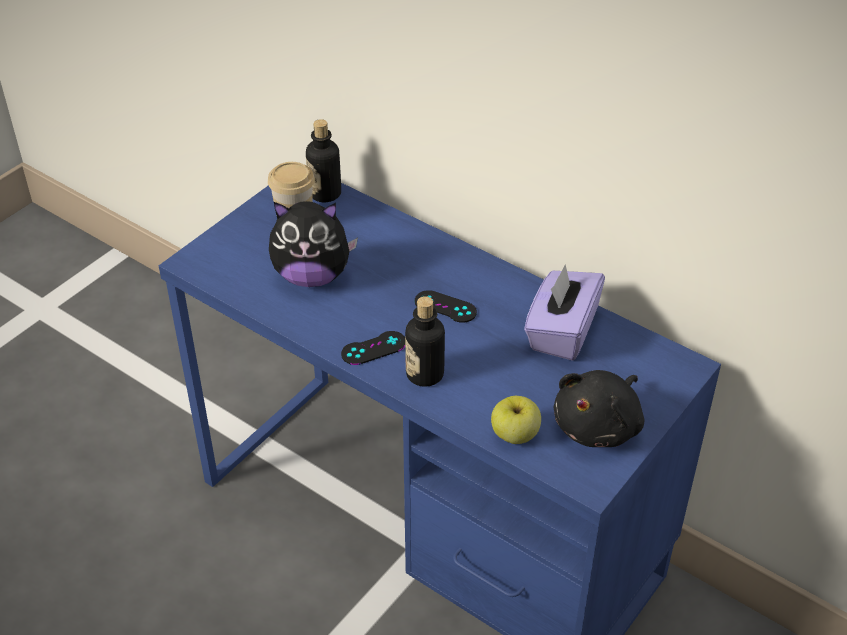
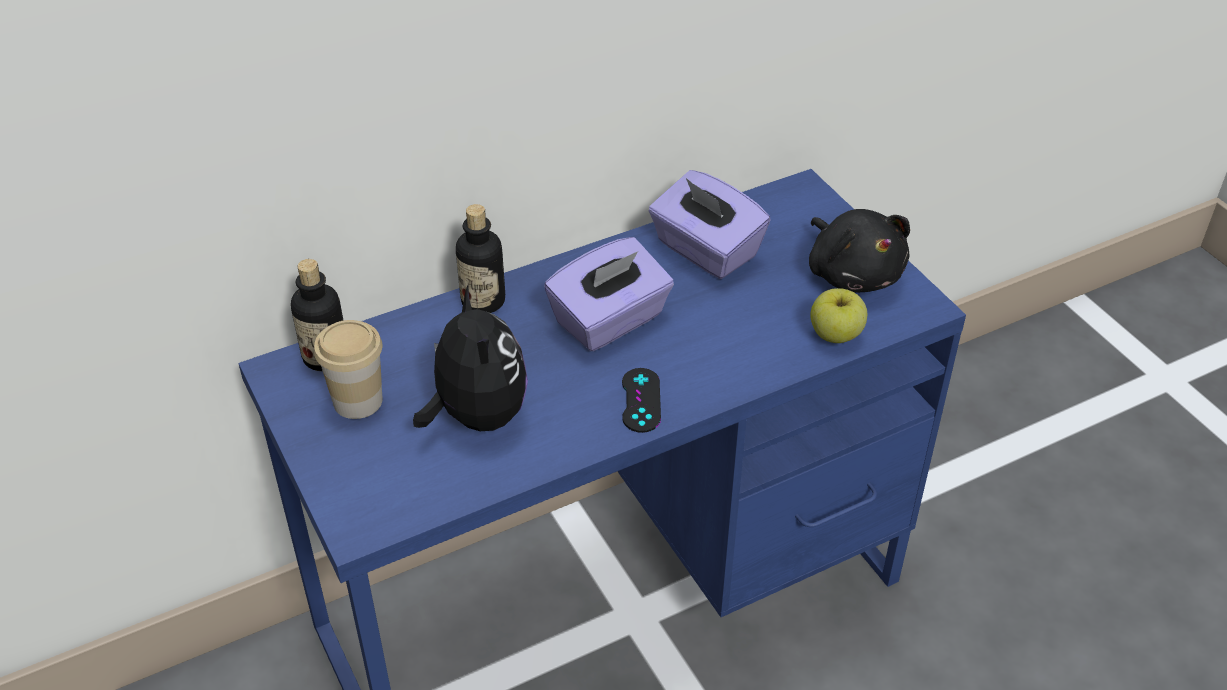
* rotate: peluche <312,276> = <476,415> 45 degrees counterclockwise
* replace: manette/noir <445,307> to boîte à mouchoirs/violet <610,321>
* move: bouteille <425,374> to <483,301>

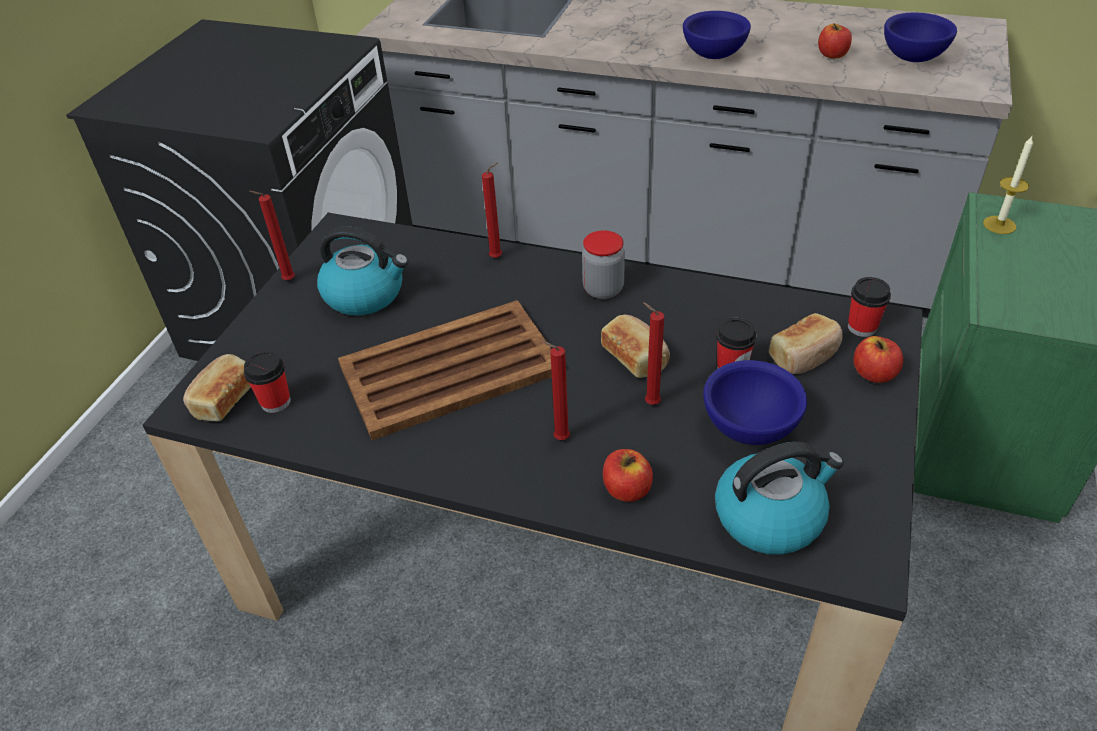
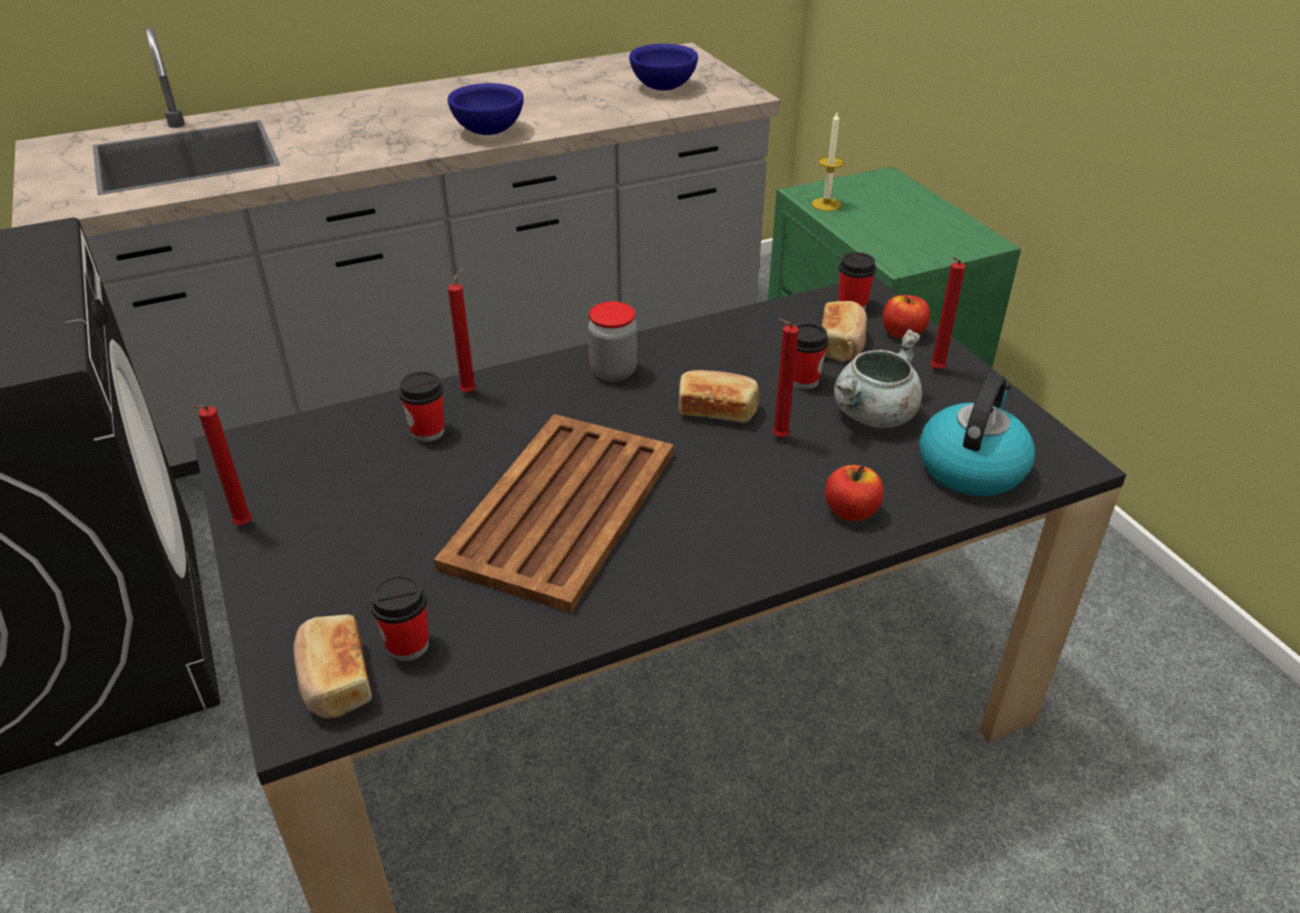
* delete: pomme <832,55>
* delete: bouilloire <365,294>
* move: bougie/rouge <559,438> to <935,370>
* replace: bol/bleu <748,428> to marmite/gris <874,415>
* insert: tasse <427,431>

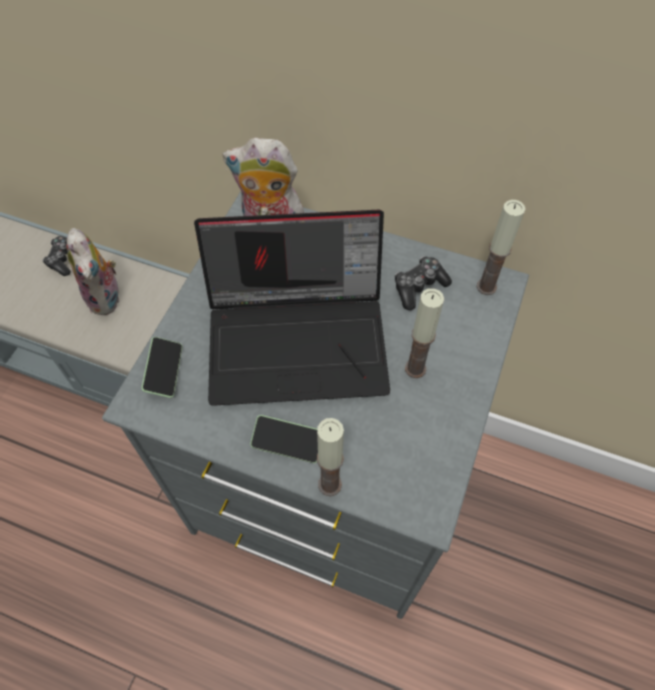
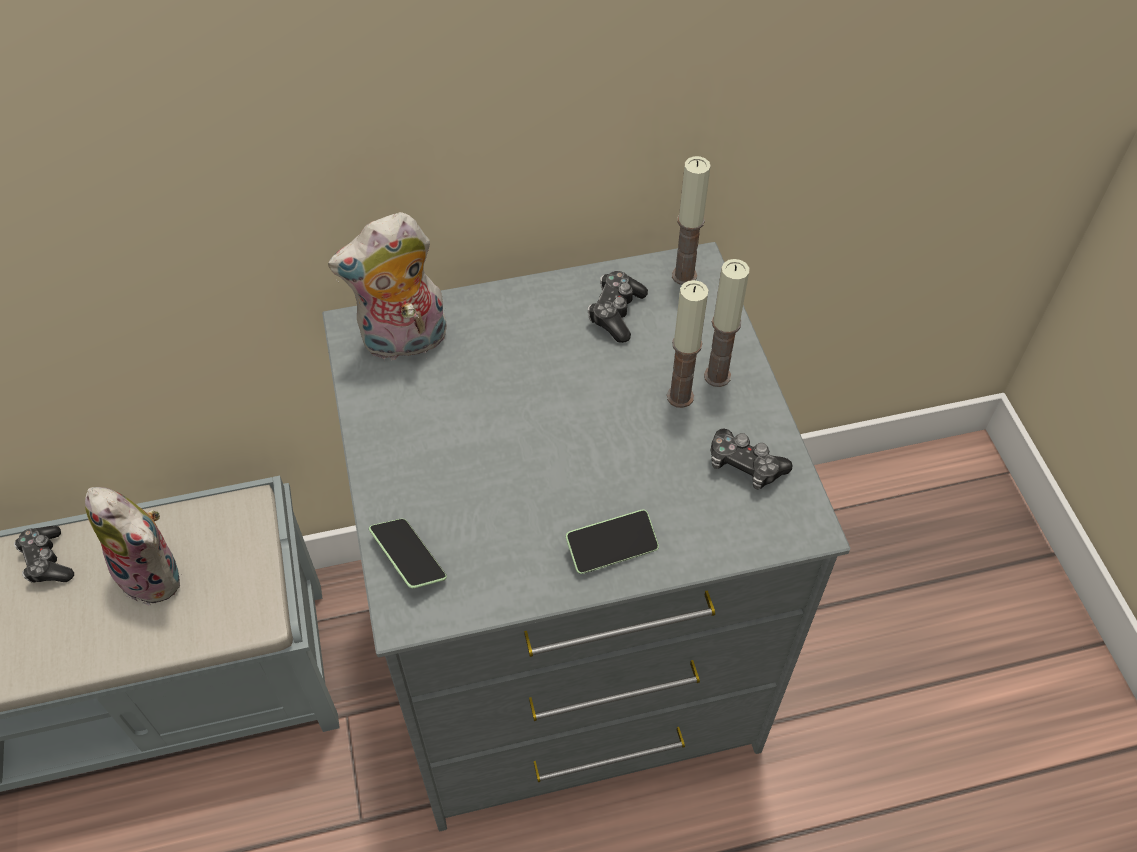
* delete: ordinateur portable <300,338>
* move: bougie <329,484> to <717,376>
* insert: manette <744,466>

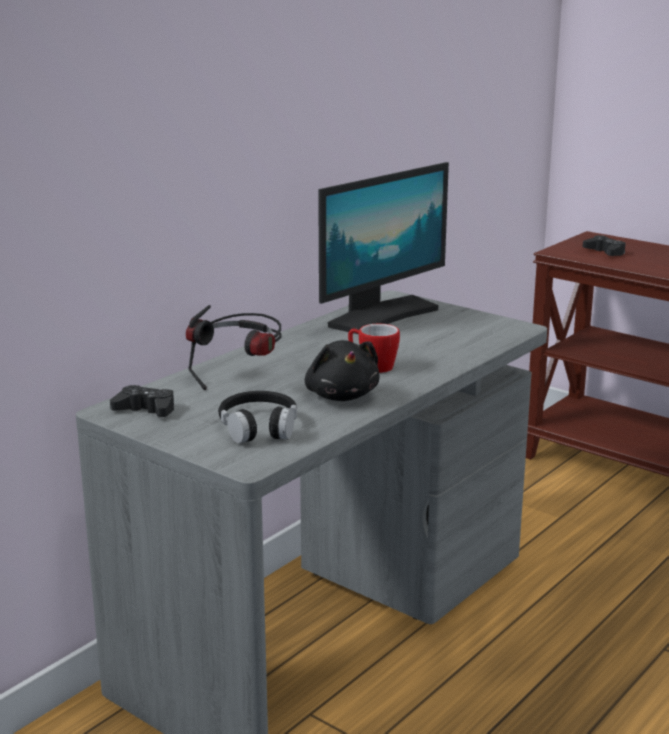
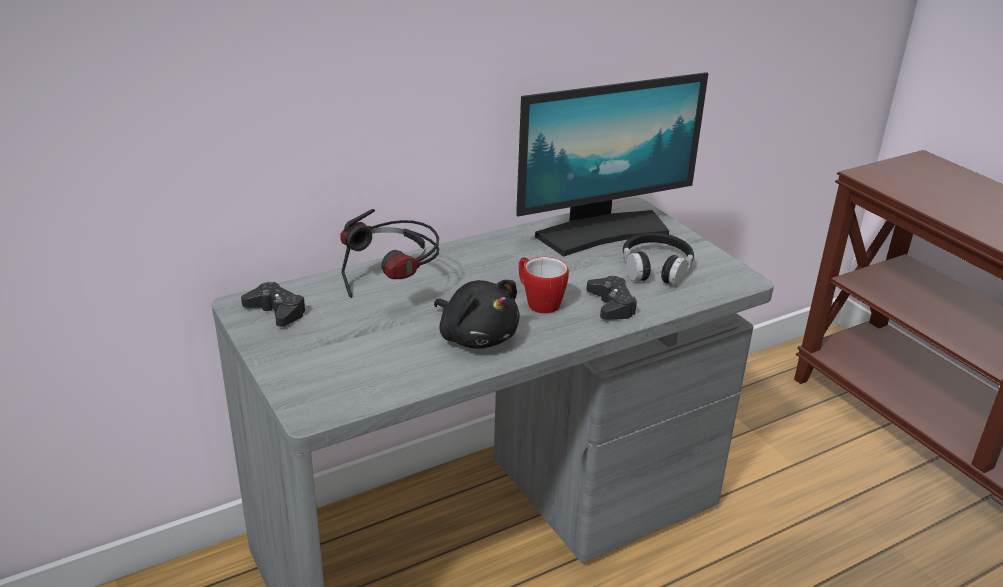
* move: manette/noir <605,252> to <611,305>
* rotate: peluche/noir <341,395> = <476,336> 45 degrees counterclockwise
* move: casque audio/noir <259,427> to <656,268>

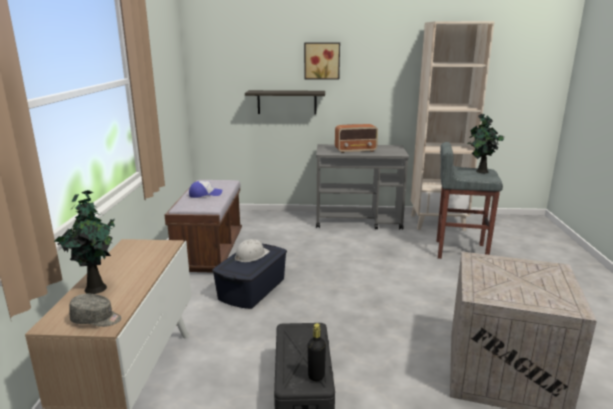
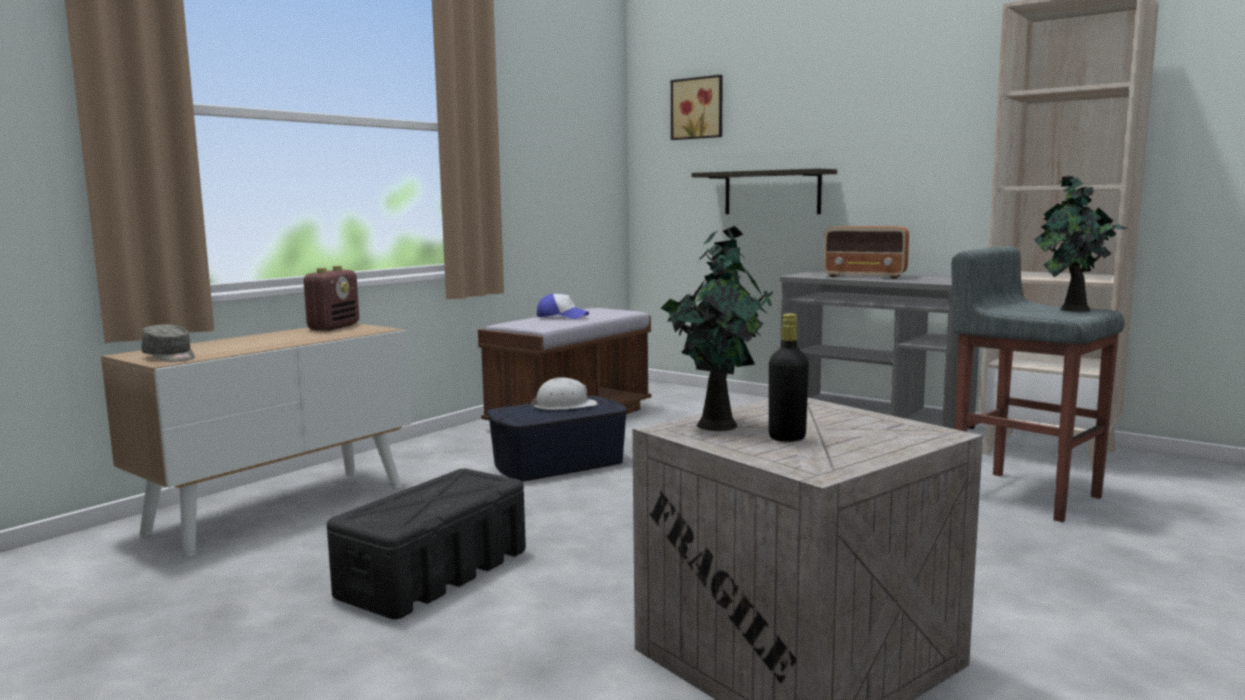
* move: tableau <322,61> to <698,108>
* move: plante en pot <95,287> to <717,424>
* move: bouteille/noir <316,376> to <787,438>
* insert: radio <334,327>

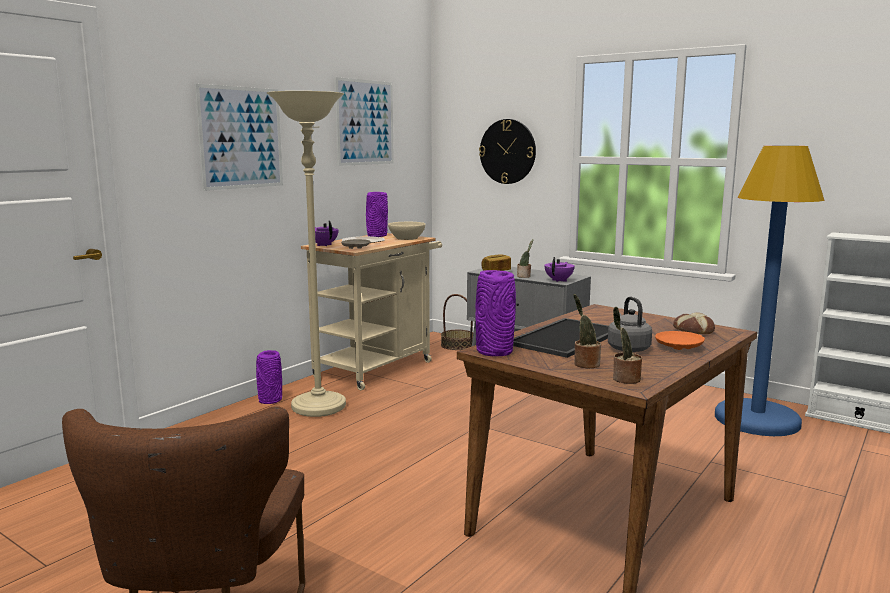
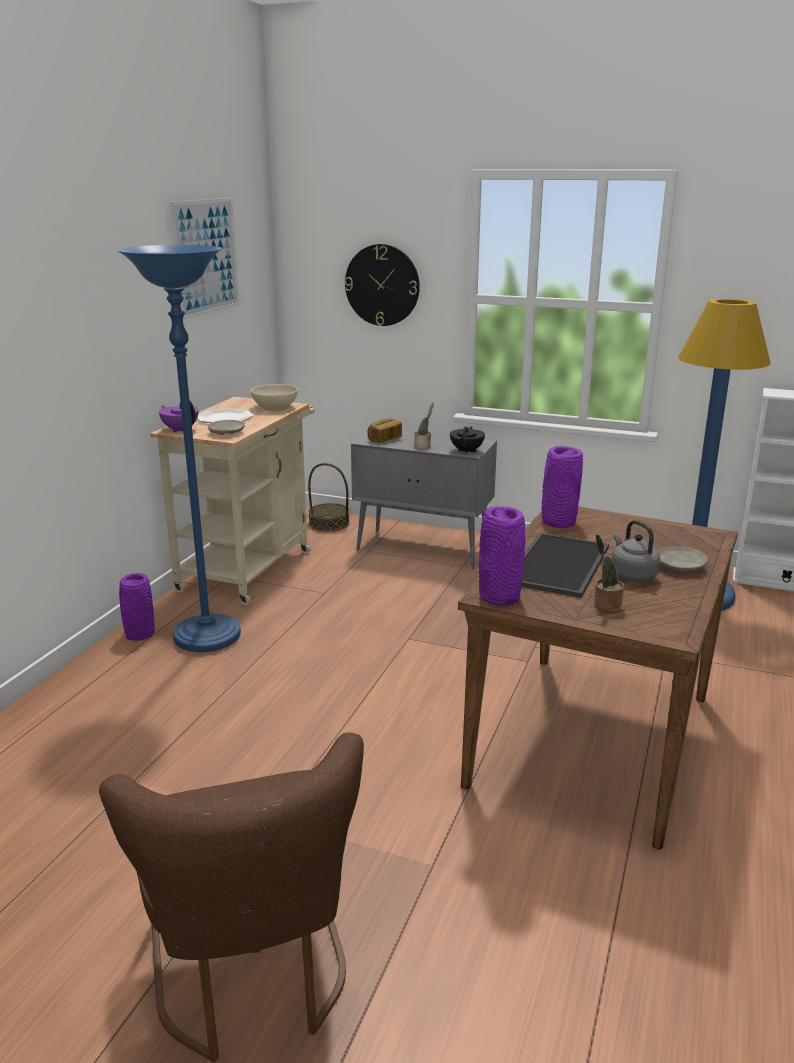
* delete: tableau <241,138>
* recolor: lampadaire/beige <319,407> to lampadaire/bleu <207,637>
* move: vase/violet <376,236> to <557,522>
* recolor: théière/violet <559,280> to théière/noir <467,451>
* delete: plante en pot <624,379>
* delete: pain <692,330>
* recolor: assiette/orange <678,347> to assiette/beige <679,566>

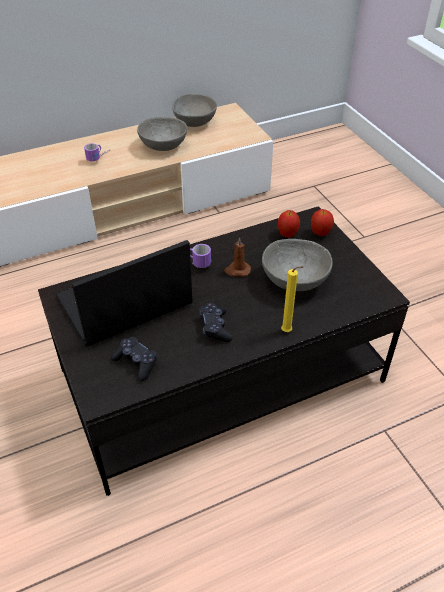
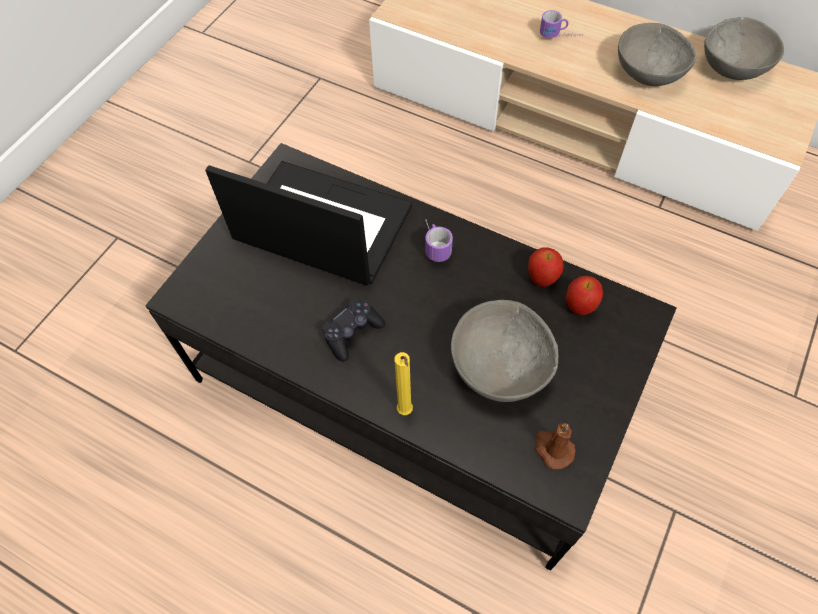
* move: pomme <320,234> to <542,279>
* move: bougie/marron <237,270> to <552,448>
* delete: manette/noir <136,362>

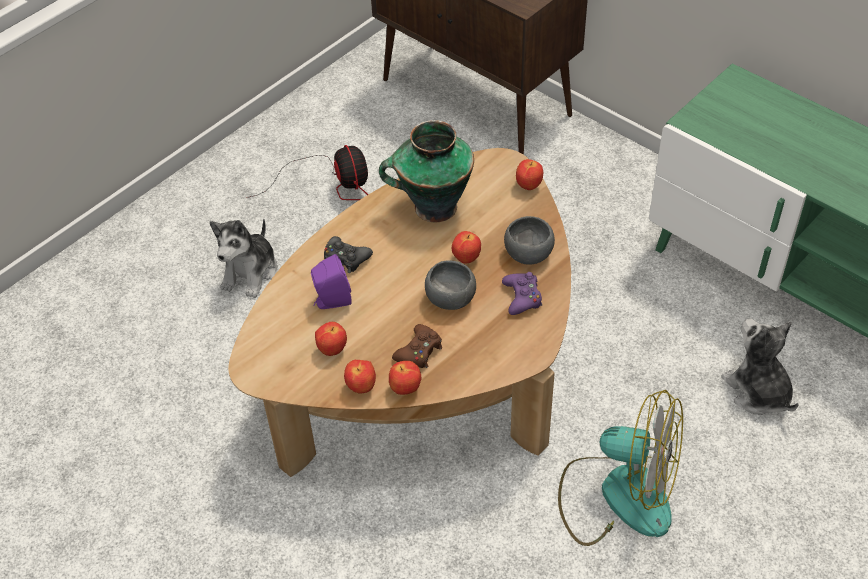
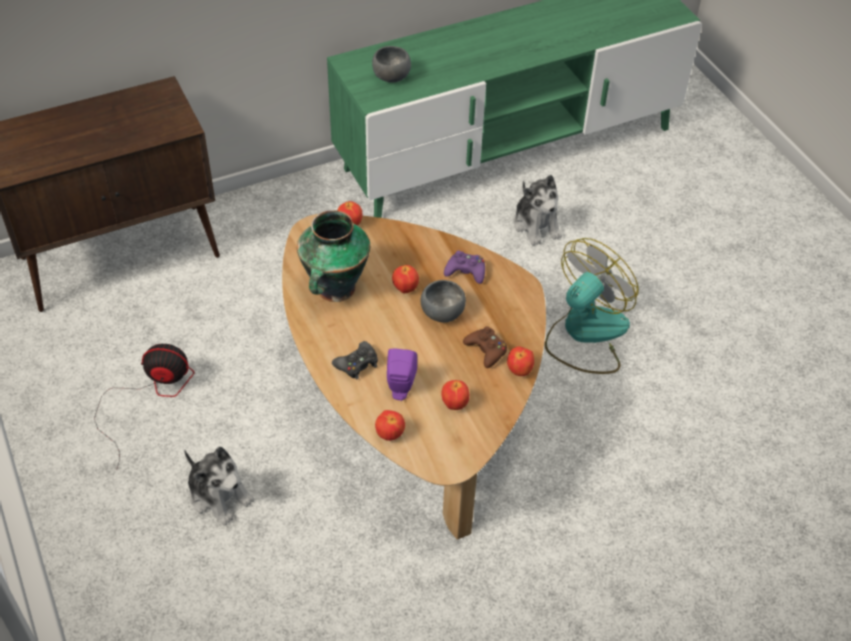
* move: bol/gris <528,253> to <390,76>
* rotate: peluche <757,391> = <536,225> 105 degrees counterclockwise
* move: pomme <361,387> to <390,434>

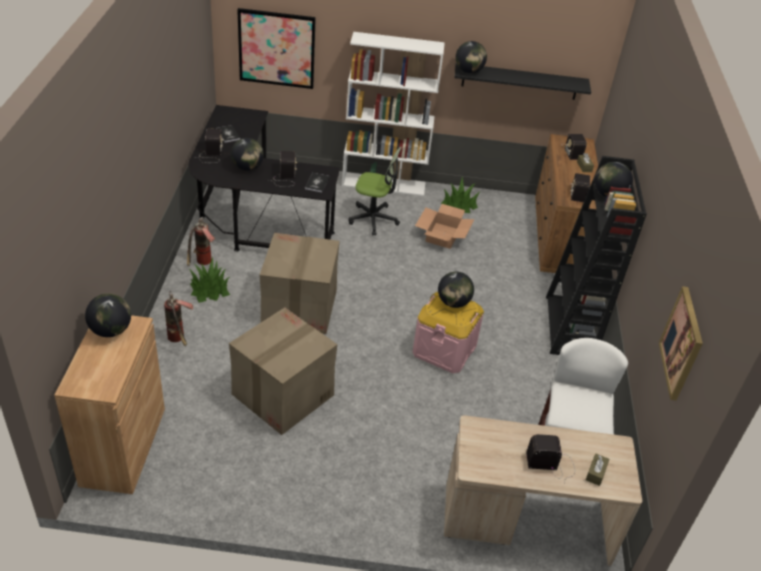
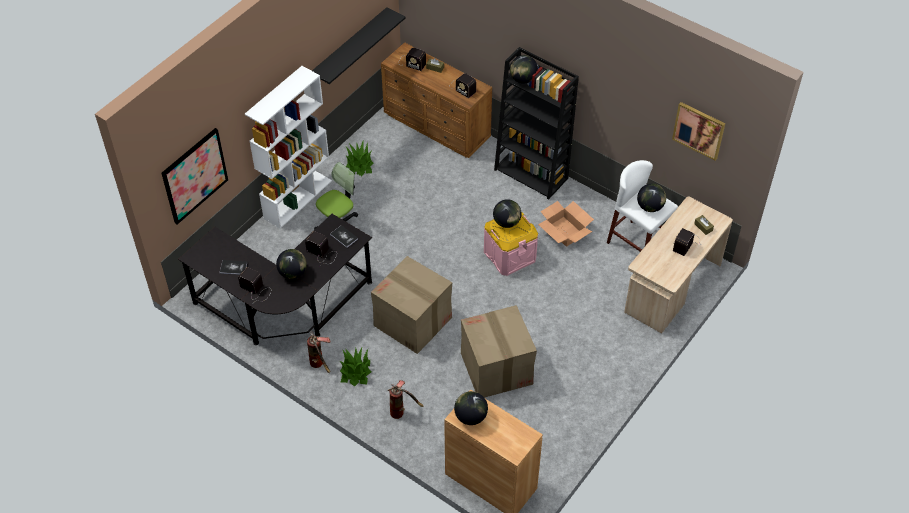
* move: globe <468,71> to <650,207>
* move: carton <442,235> to <565,231>

